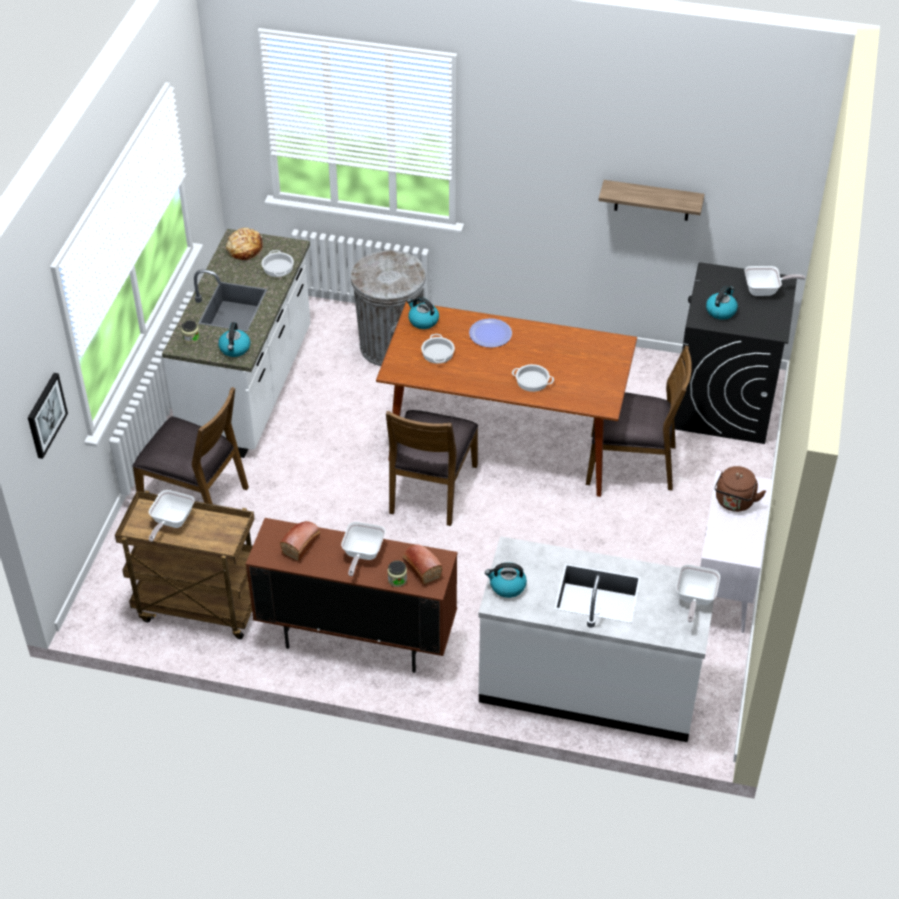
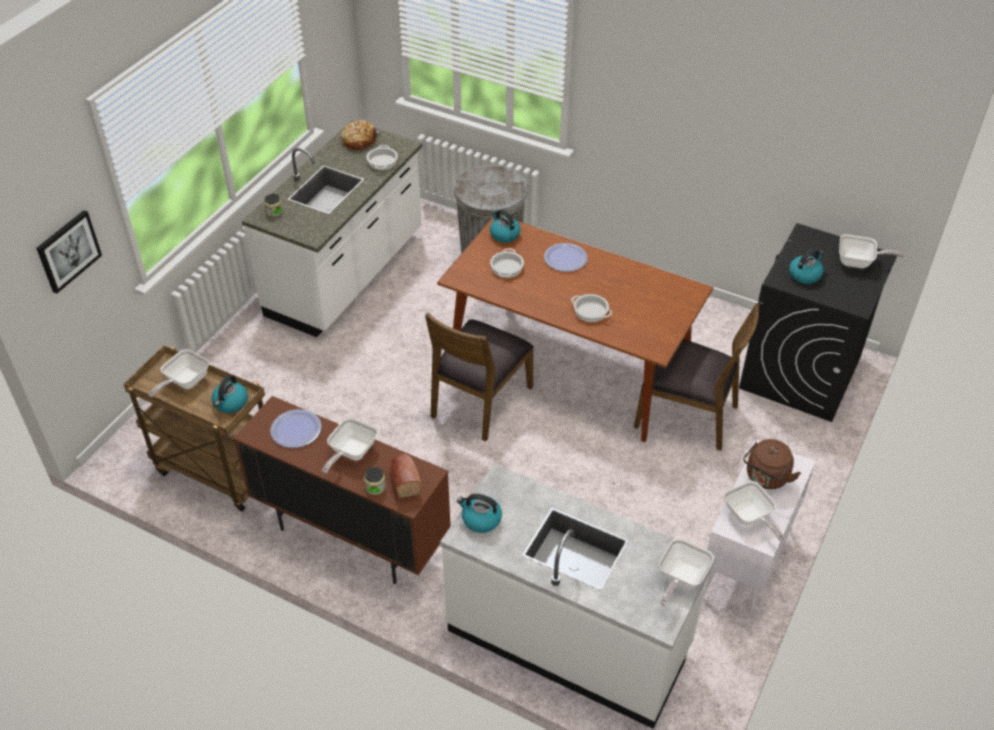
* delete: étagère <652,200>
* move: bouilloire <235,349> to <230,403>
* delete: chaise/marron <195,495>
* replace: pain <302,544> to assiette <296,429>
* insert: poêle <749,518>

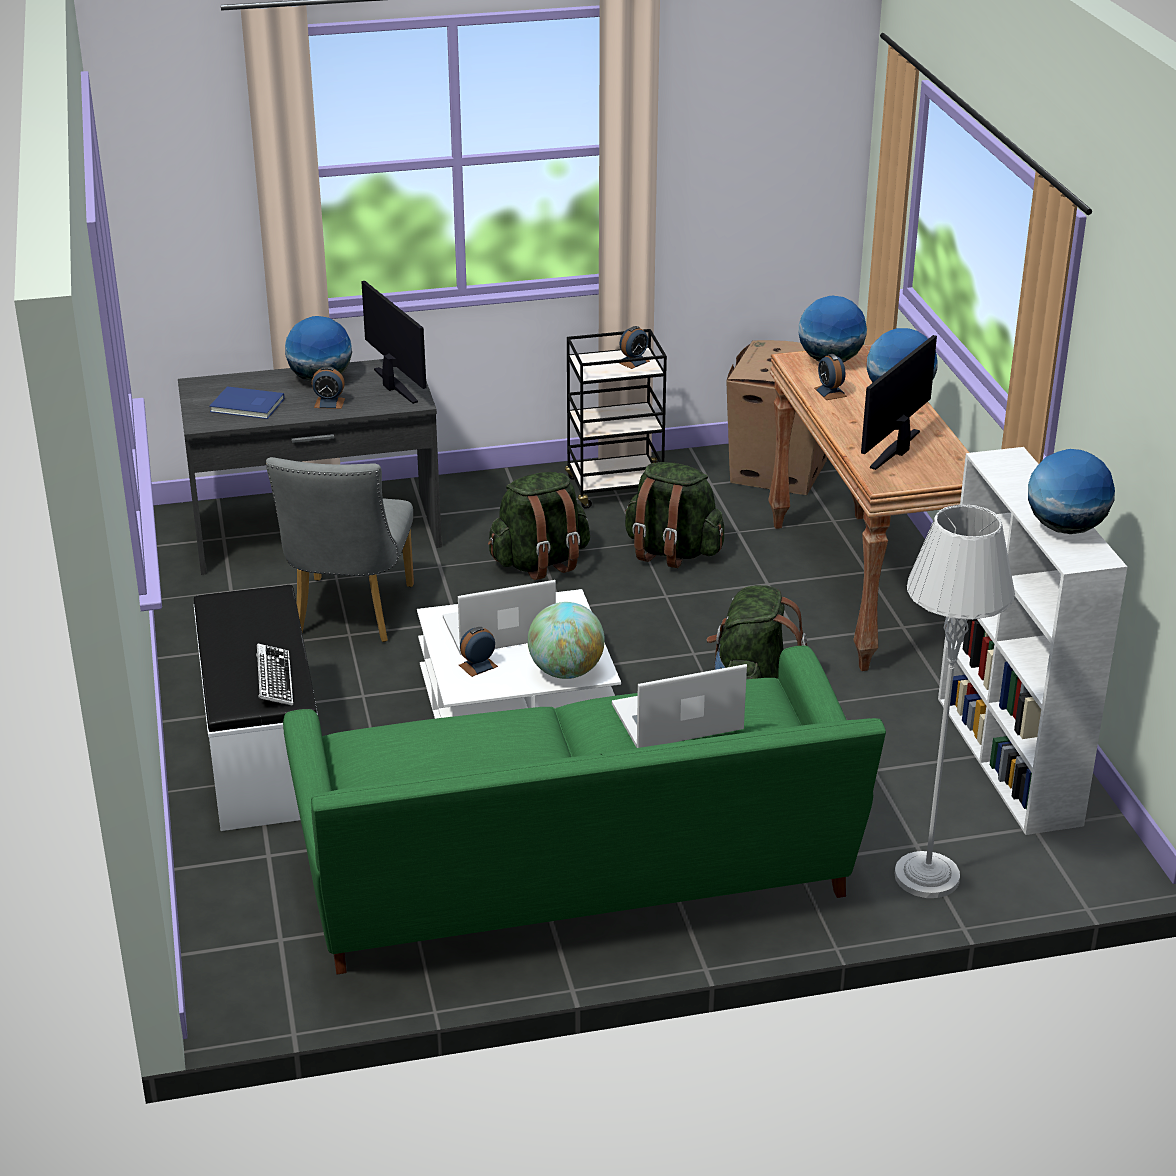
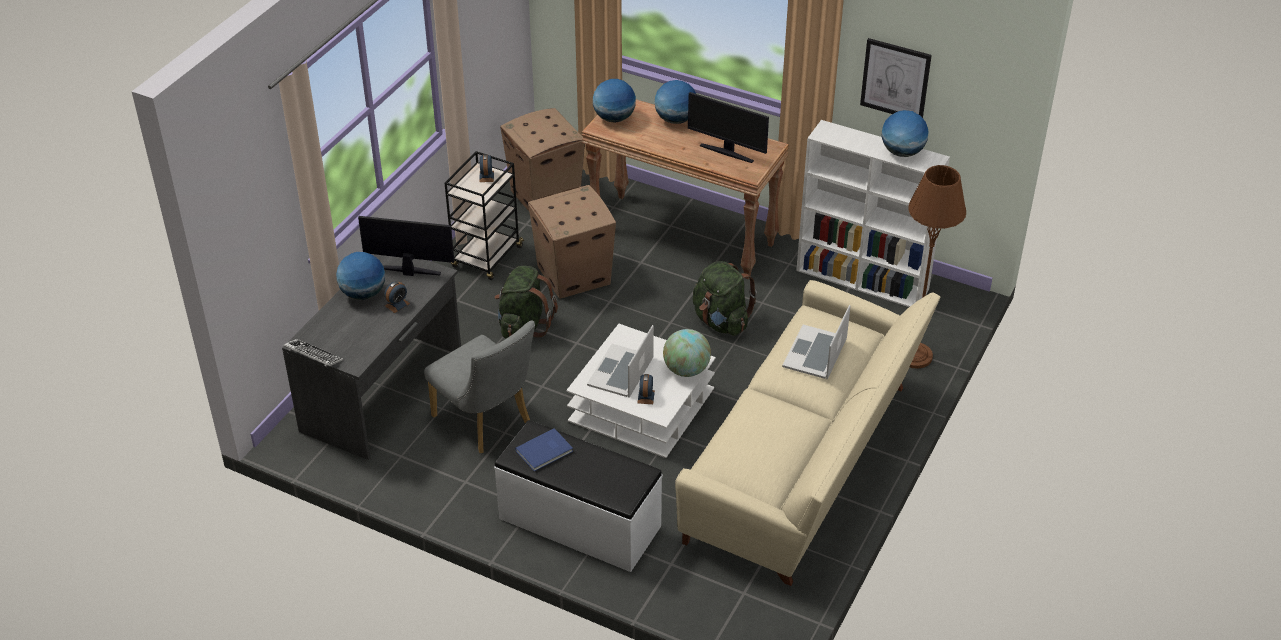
* rotate: écran d'ordinateur <898,450> = <727,152> 45 degrees counterclockwise
* delete: réveil <830,392>
* move: livre/bleu <247,406> to <545,451>
* replace: sac à dos/vert <671,552> to carton <572,275>
* recolor: lampadaire/gris <926,877> to lampadaire/marron <914,356>
* move: clavier <274,680> to <313,356>
* recolor: canapé/vert <578,880> to canapé/beige <805,465>
* insert: tableau <895,79>

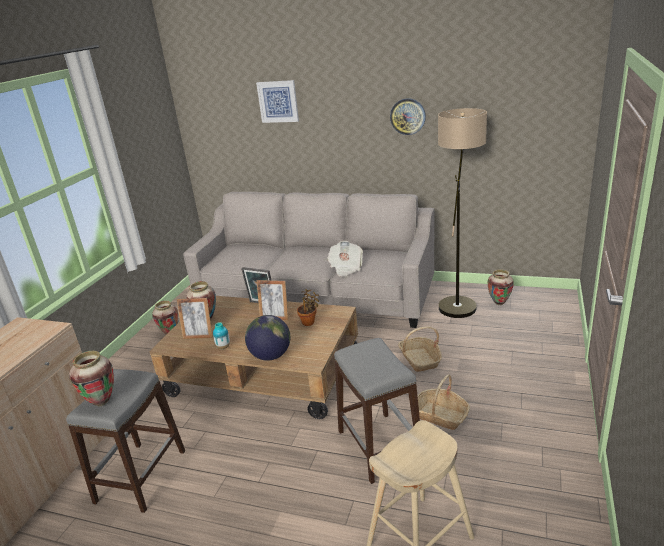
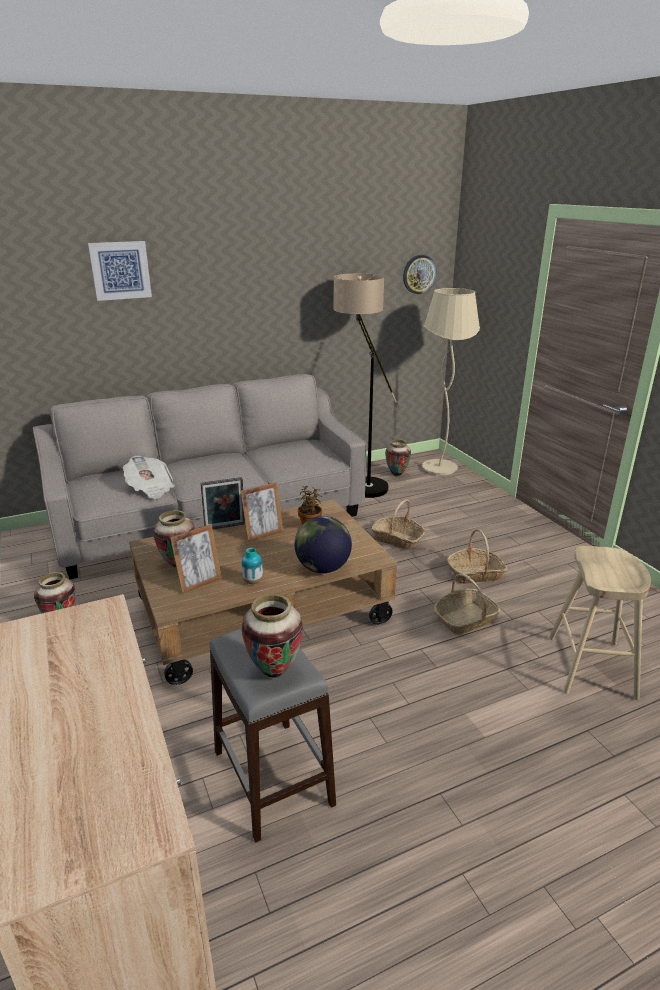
* move: horloge murale <407,116> to <419,274>
* move: journal <346,268> to <150,489>
* replace: tabouret/gris <378,447> to panier <465,619>
* insert: lampadaire/beige <439,469>

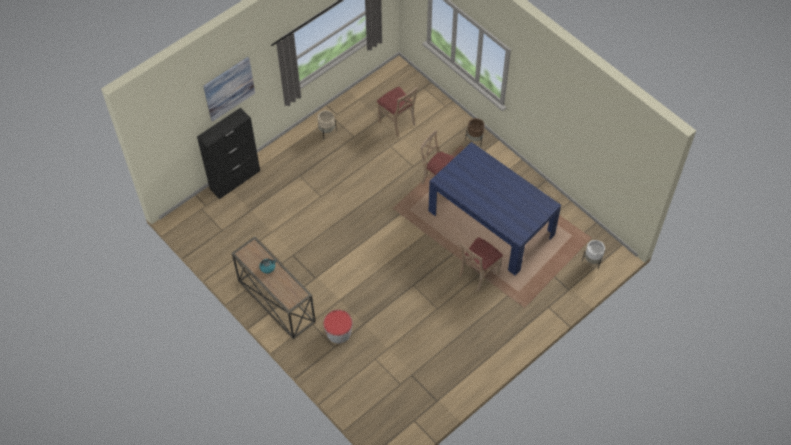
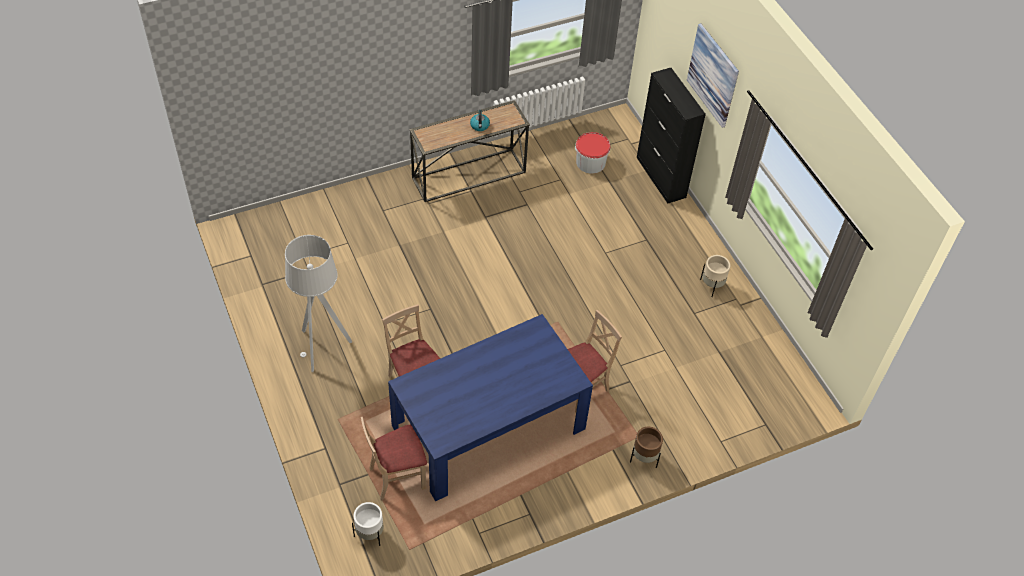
* move: chaise/beige <397,122> to <397,477>
* move: seau <338,332> to <590,162>
* insert: lampadaire/gris <322,348>

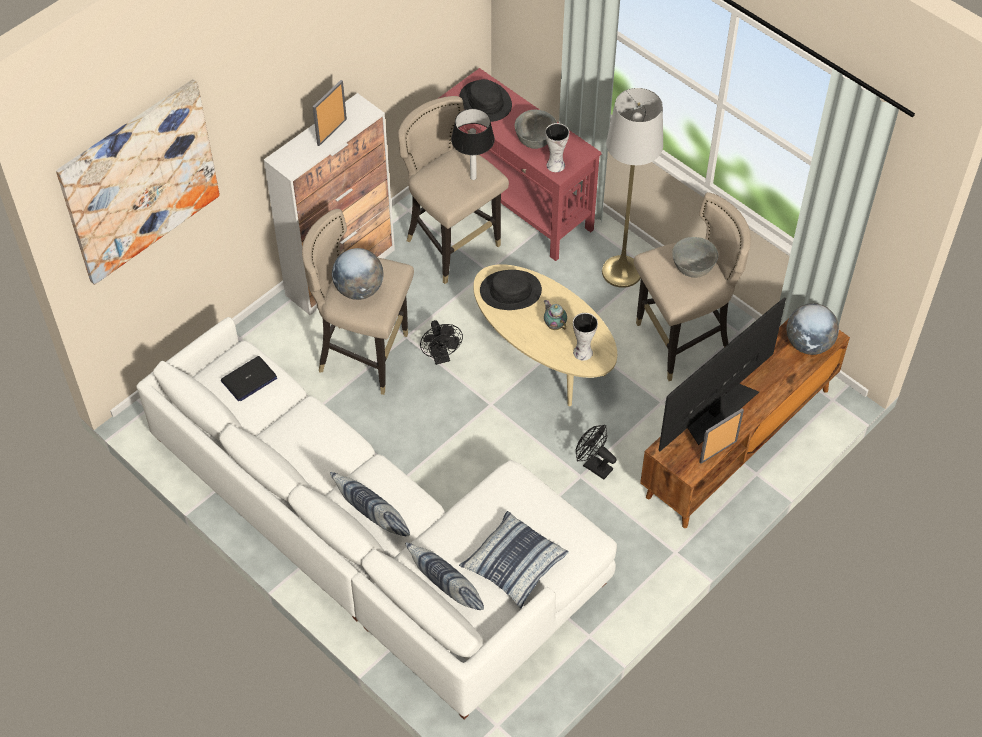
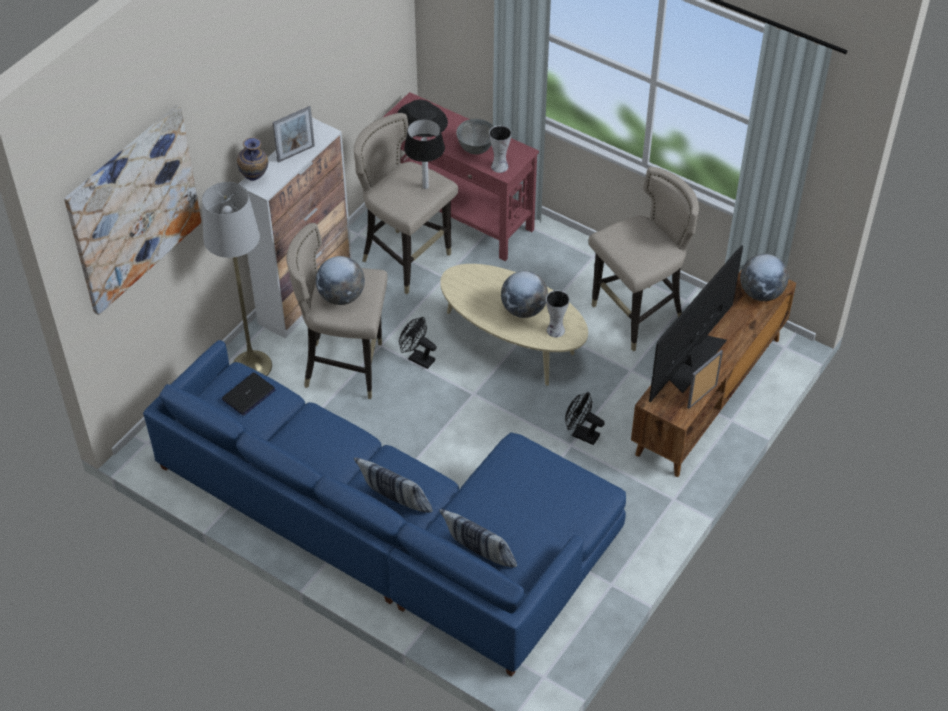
* rotate: cadre photo <332,132> = <296,153> 150 degrees counterclockwise
* move: lampadaire/gris <622,271> to <252,366>
* delete: bol/gris <692,269>
* delete: chapeau/noir <510,291>
* replace: théière <554,325> to globe <524,310>
* recolor: canapé/blanc <378,540> to canapé/bleu <395,528>
* rotate: ventilateur/noir <441,357> = <417,358> 150 degrees clockwise
* delete: coussin <514,564>
* insert: vase <255,179>

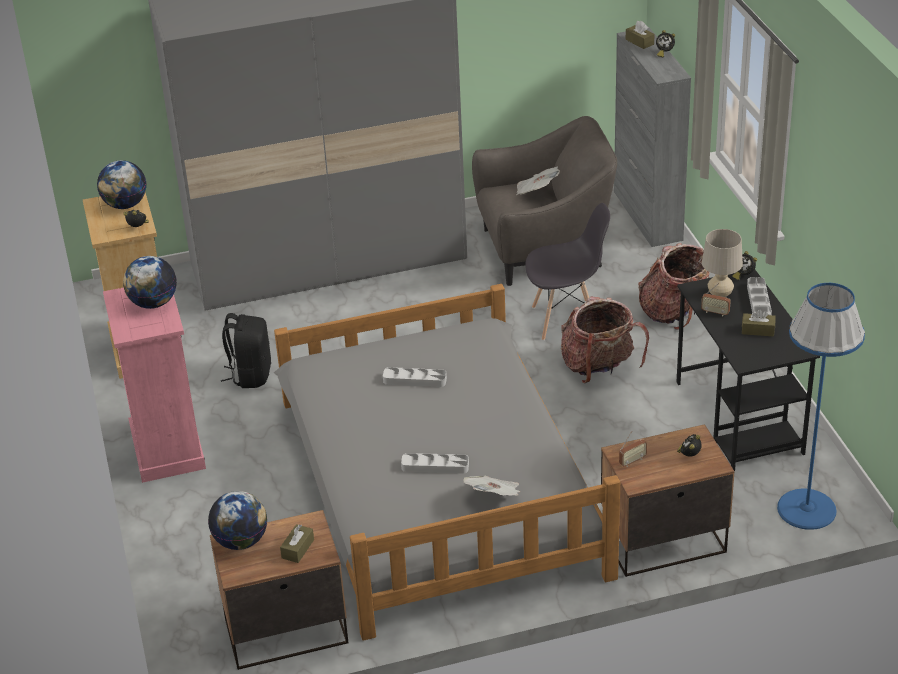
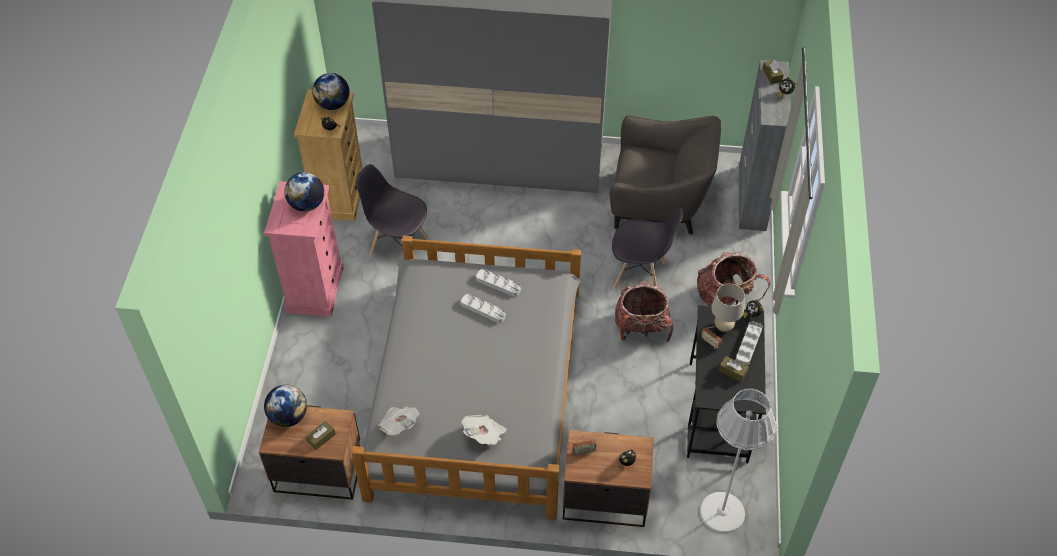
* move: journal <536,191> to <399,425>
* recolor: lampadaire/bleu <806,509> to lampadaire/blanc <722,512>
* replace: sac à dos/noir <250,375> to chaise/gris <398,246>
* move: plateau/gris <435,466> to <498,284>

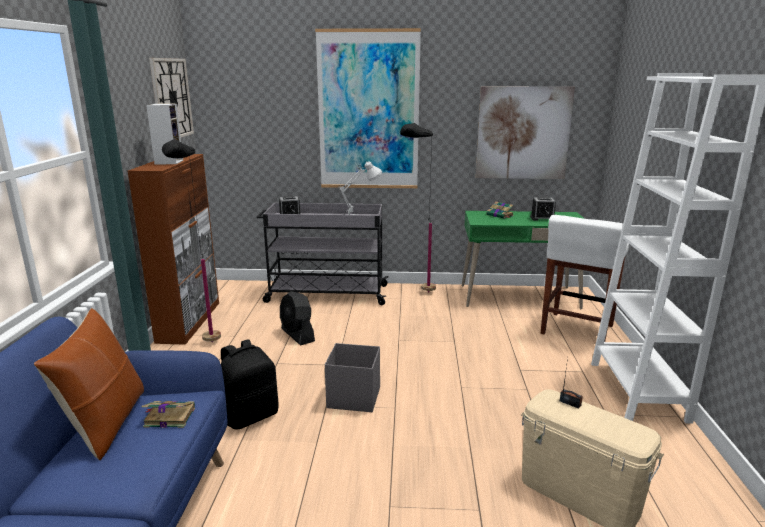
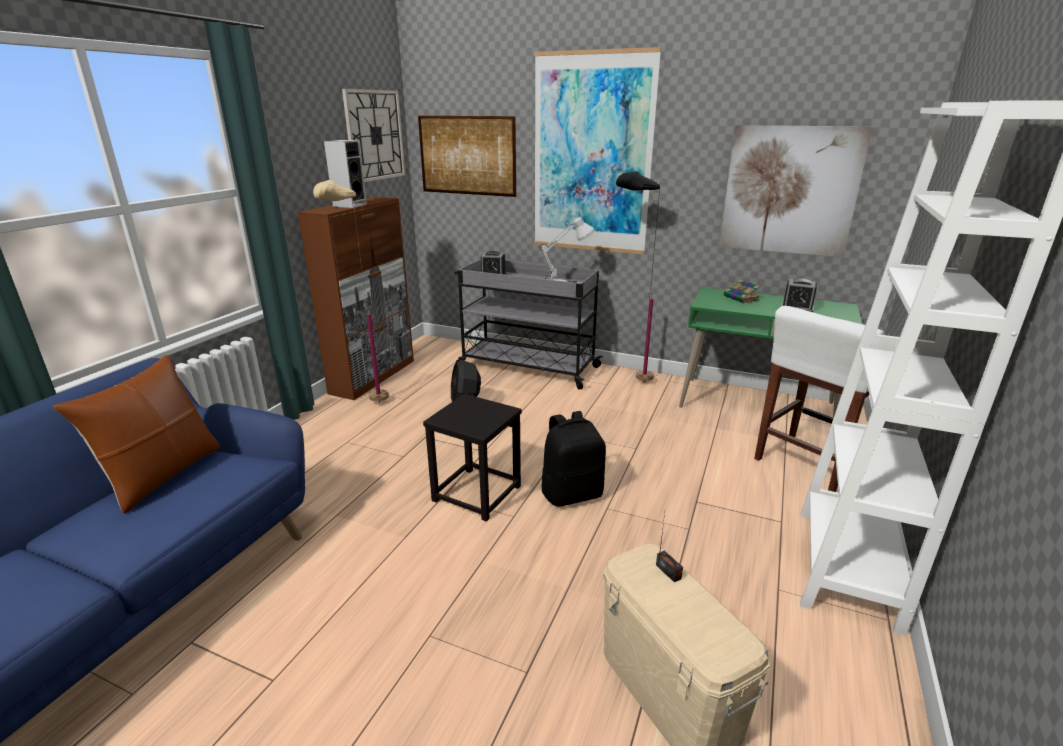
* recolor: lampadaire/noir <206,349> to lampadaire/beige <369,409>
* move: sac à dos/noir <250,416> to <572,493>
* replace: boîte de rangement/gris <353,397> to tabouret/noir <476,494>
* delete: livre <168,417>
* insert: tableau <467,155>

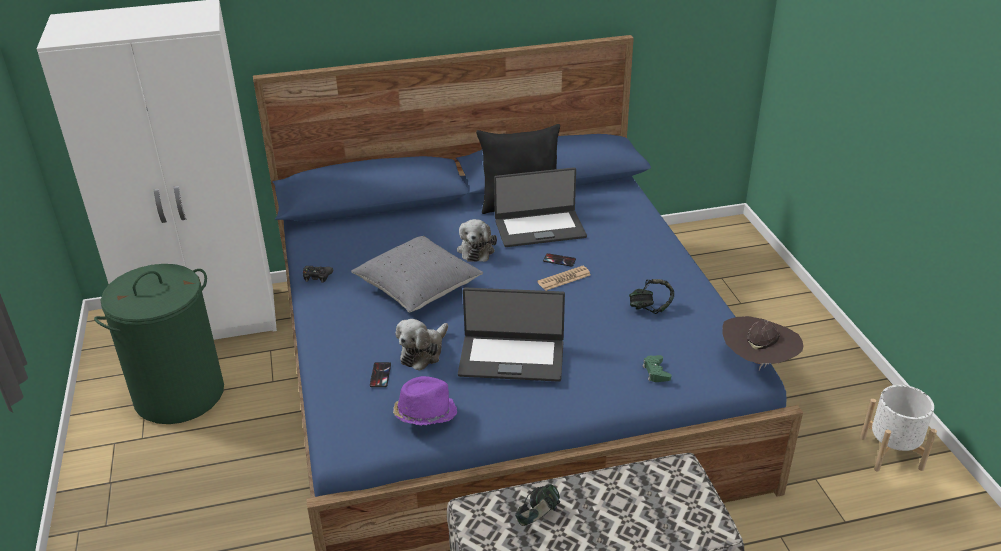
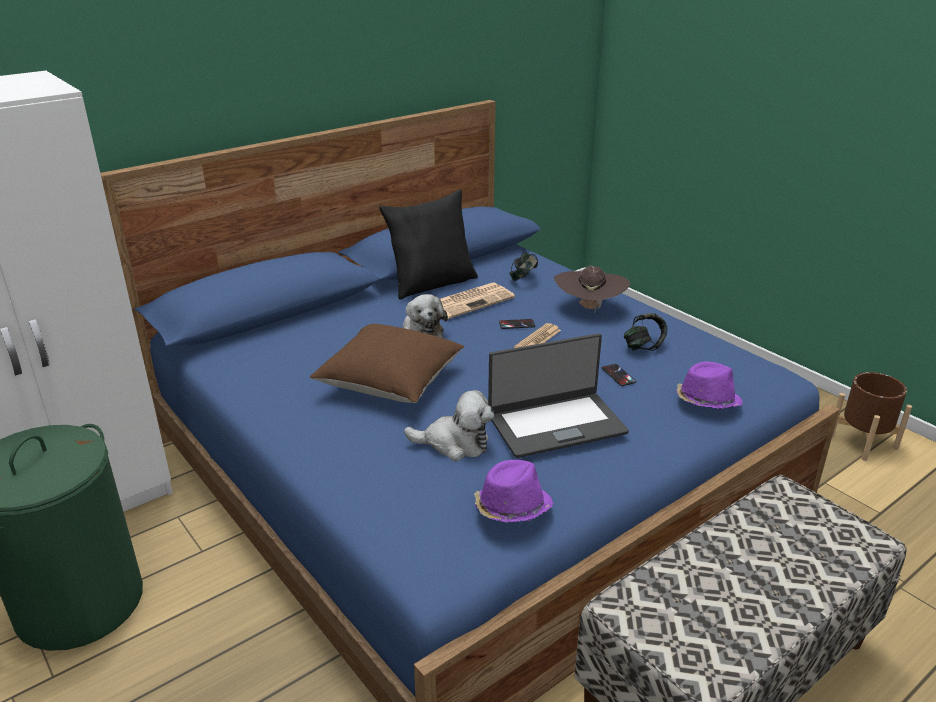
* replace: ordinateur portable <539,228> to journal <471,301>
* recolor: coussin/gris <418,289> to coussin/marron <390,383>
* delete: manette/noir <317,277>
* move: chapeau/marron <758,362> to <589,308>
* rotate: peluche <423,352> = <455,443> 90 degrees counterclockwise
* replace: manette/vert <656,372> to chapeau/violet <706,401>
* move: téléphone <380,375> to <618,375>
* recolor: cache-pot/blanc <891,453> to cache-pot/marron <862,441>
* move: casque audio <538,518> to <523,279>

